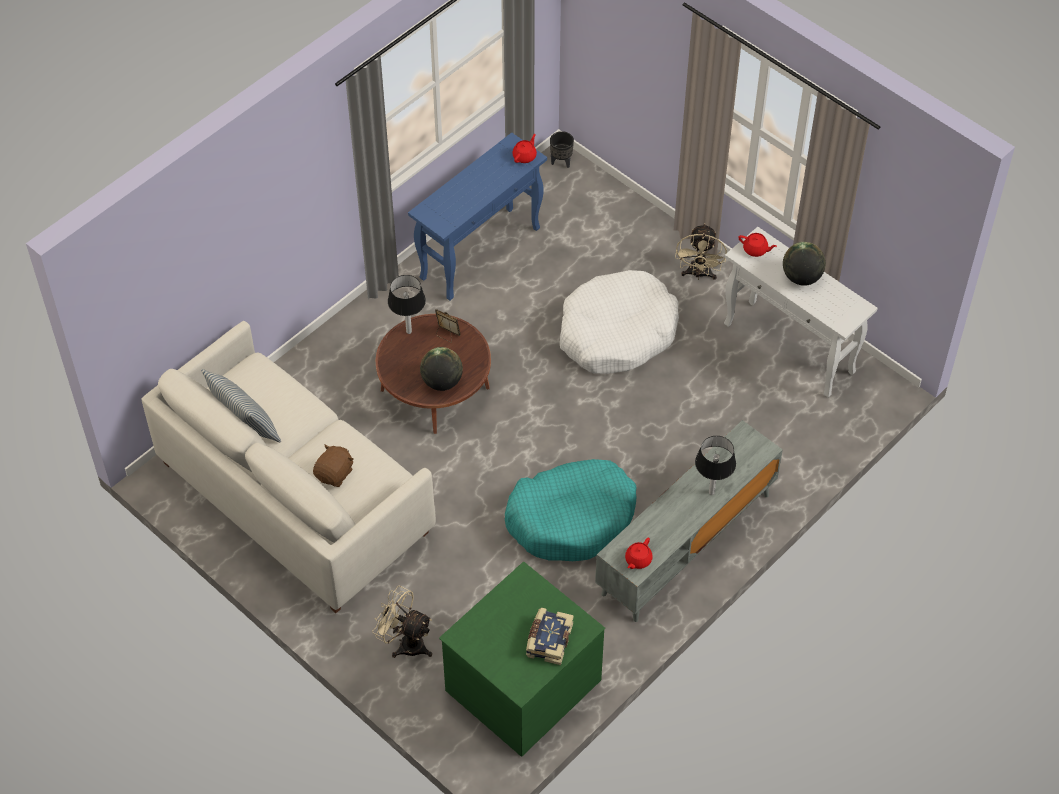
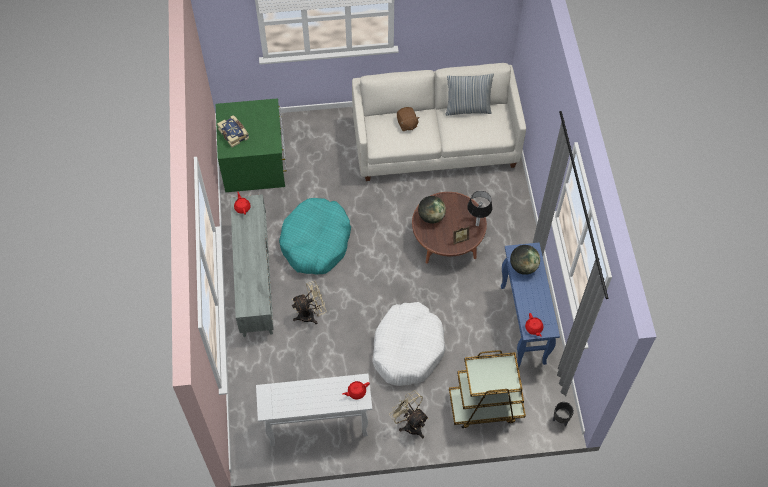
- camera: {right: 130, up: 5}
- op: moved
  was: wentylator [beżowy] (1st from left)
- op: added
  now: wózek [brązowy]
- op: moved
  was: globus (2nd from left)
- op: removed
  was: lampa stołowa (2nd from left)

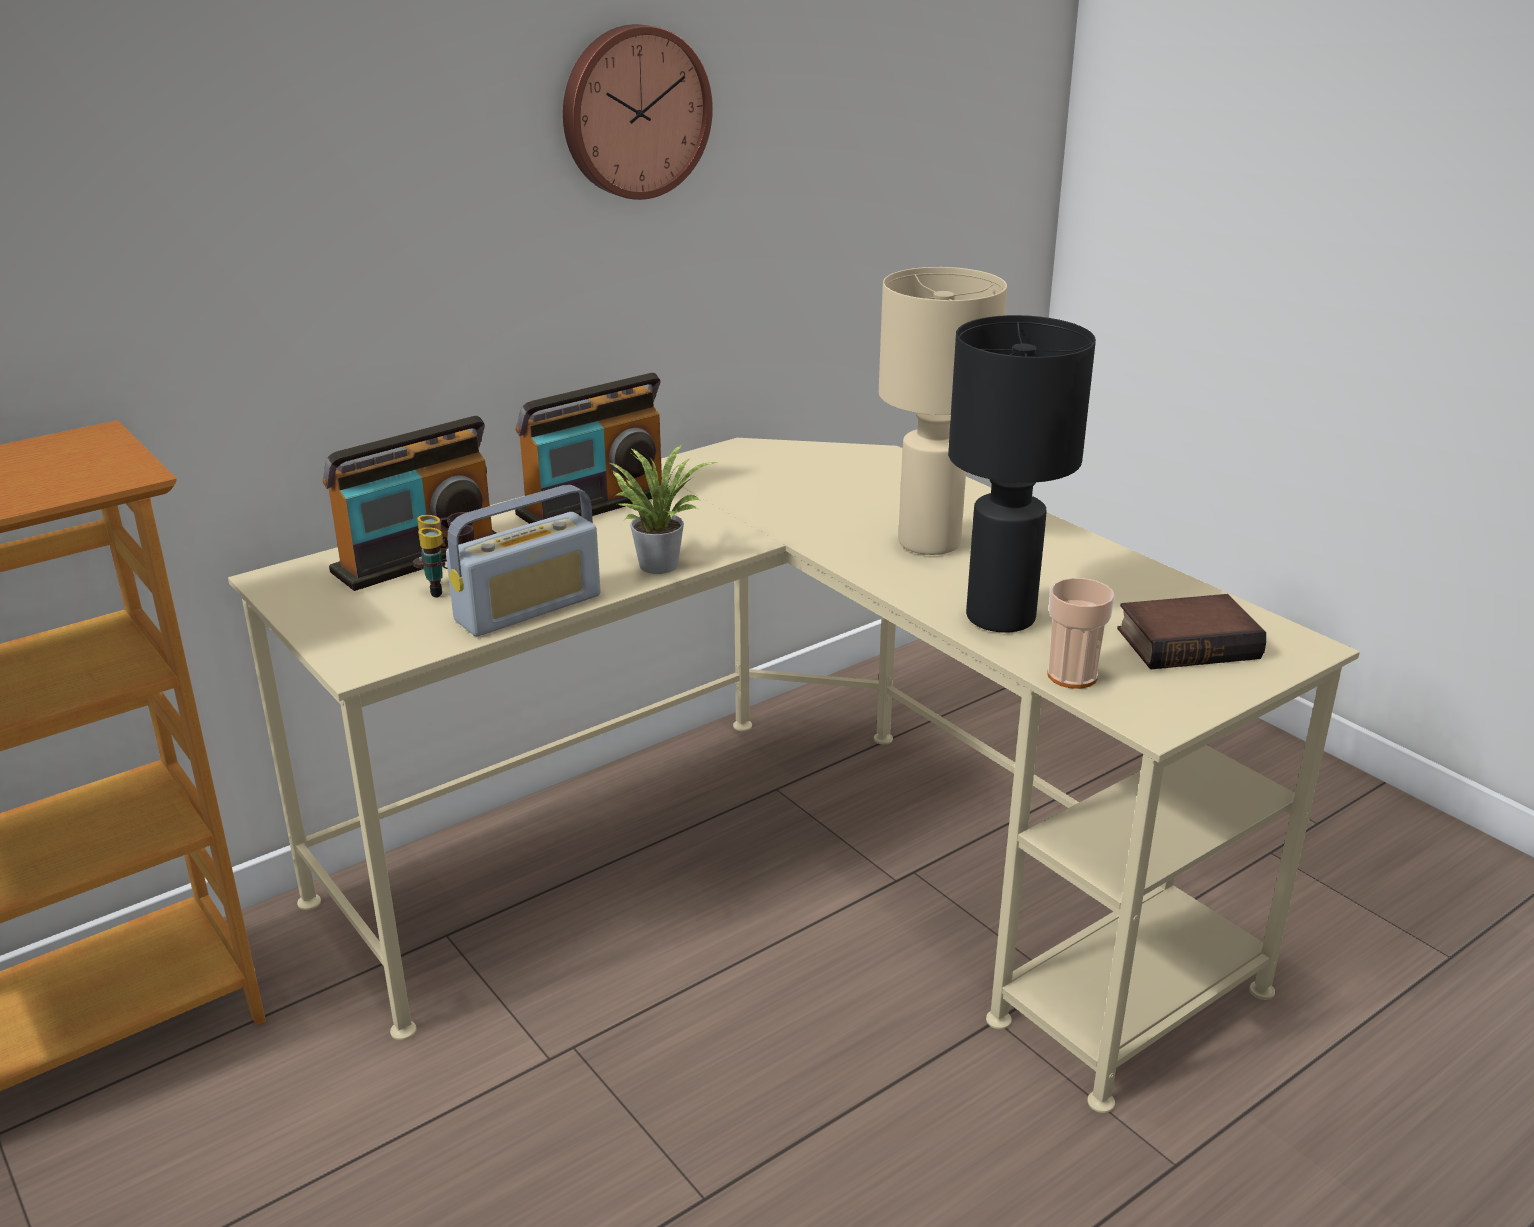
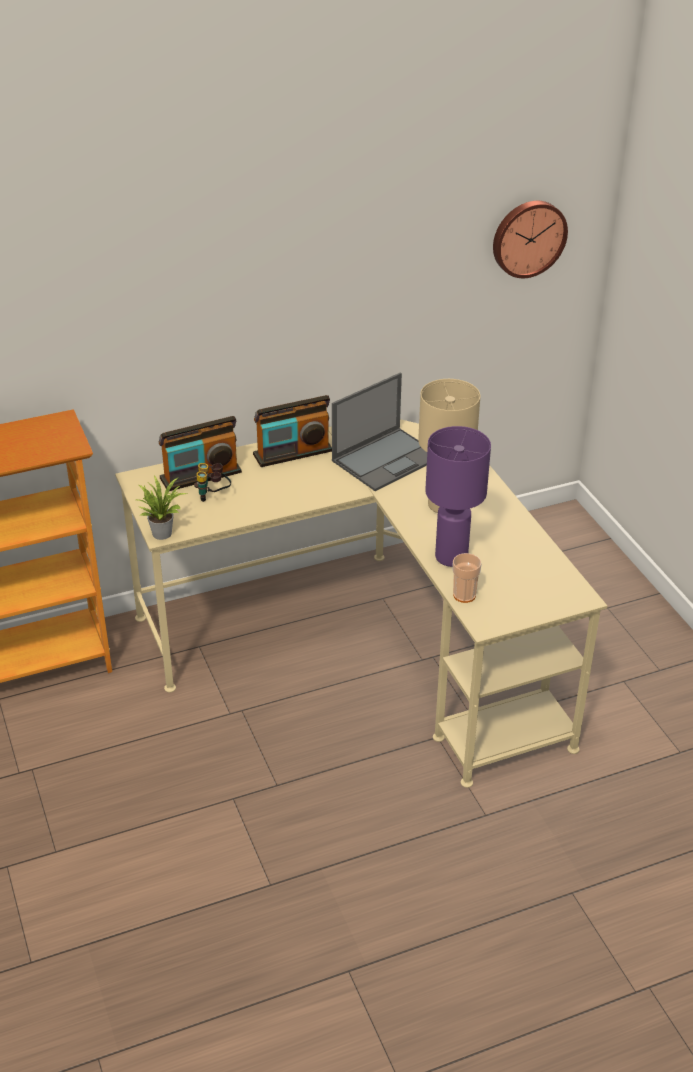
- camera: {right: 15, up: 10}
- op: moved
  was: roślina doniczkowa
- op: added
  now: laptop
- op: recoloured
  was: lampa stołowa [czarny]
  now: lampa stołowa [fioletowy]
- op: moved
  was: zegar ścienny
- op: removed
  was: radio (2nd from left)
- op: removed
  was: książka

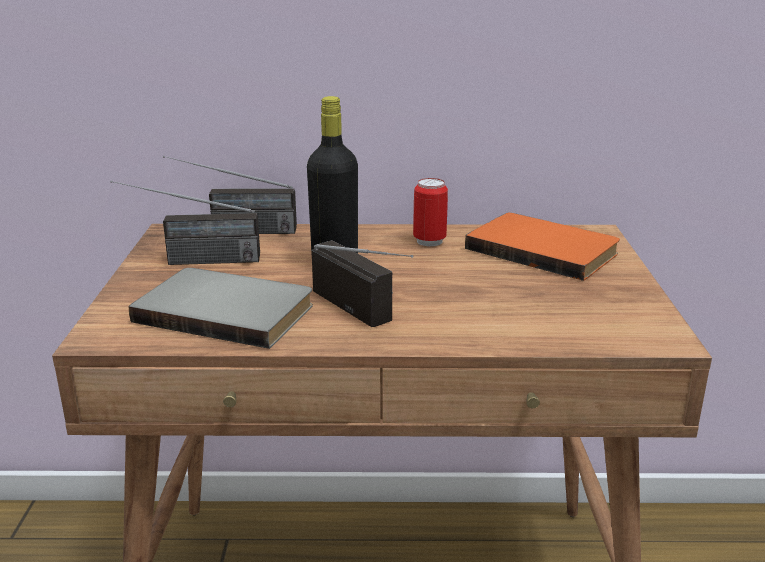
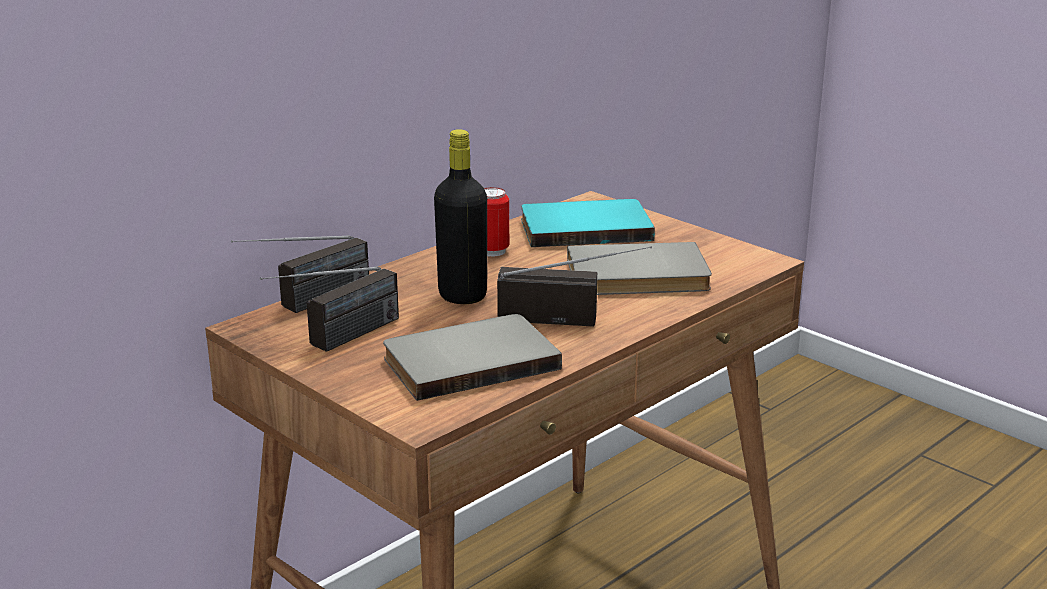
- camera: {right: -45, up: 0}
- op: recoloured
  was: książka [pomarańczowy]
  now: książka [turkusowy]
- op: added
  now: książka [szary] (2nd from left)

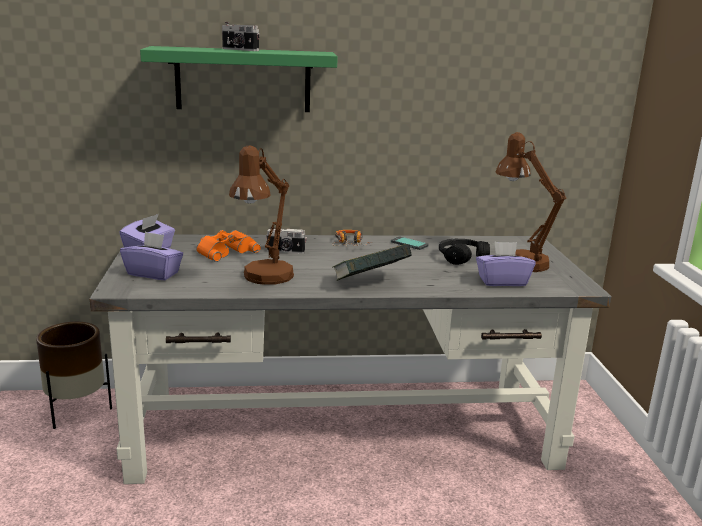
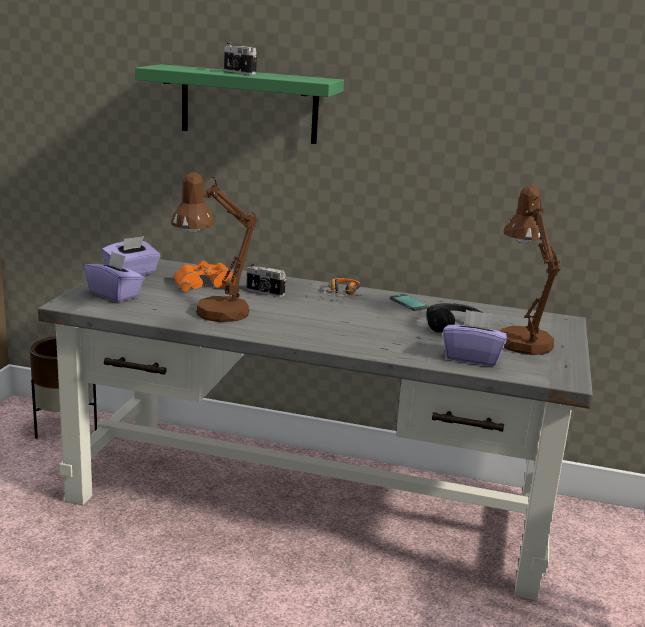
- camera: {right: 20, up: 0}
- op: removed
  was: książka

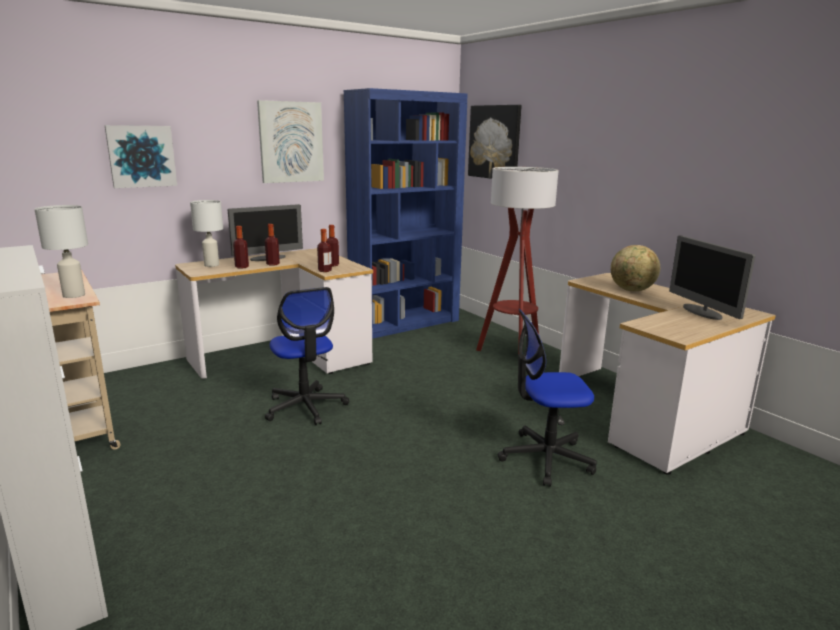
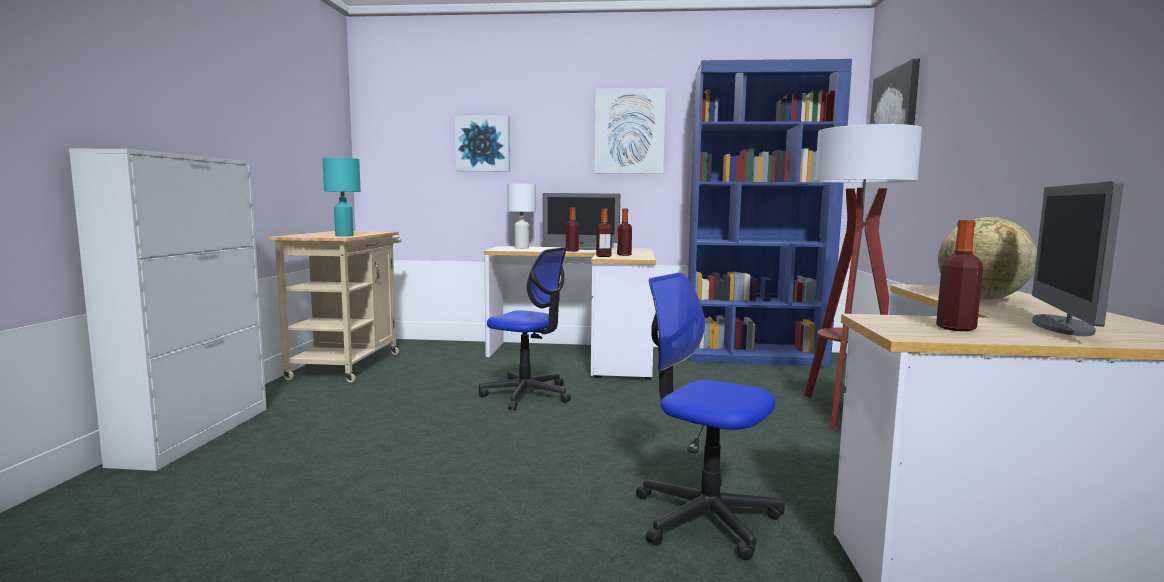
- camera: {right: 40, up: -10}
- op: recoloured
  was: lampa stołowa [biały] (1st from left)
  now: lampa stołowa [turkusowy]
- op: turned
  was: krzesło biurowe (1st from left)
  clockwise: -75
- op: moved
  was: butelka (1st from left in the first image)
  now: butelka (4th from left)

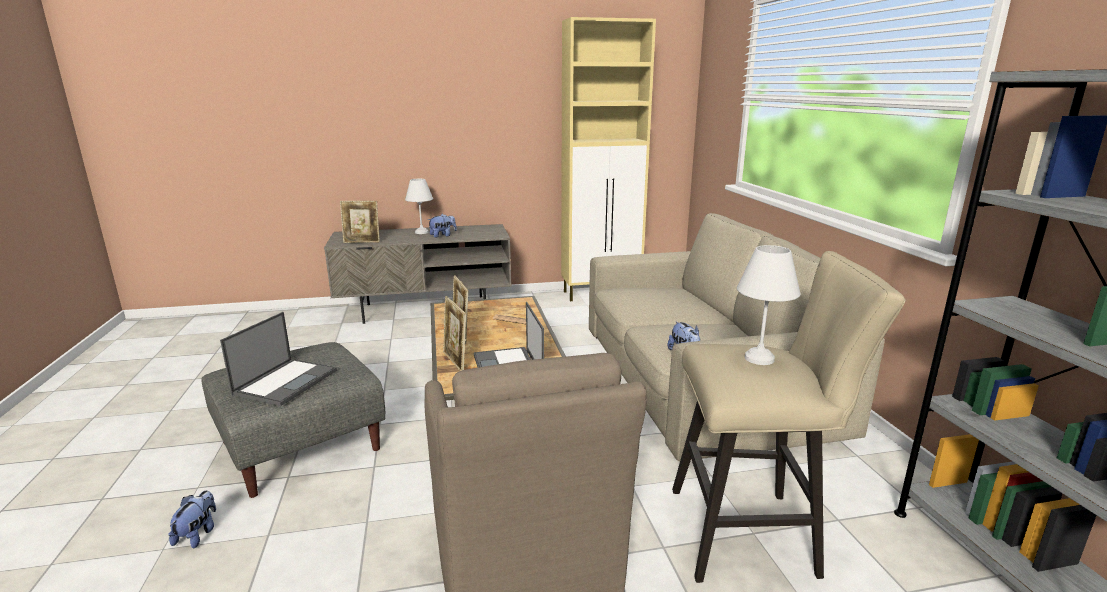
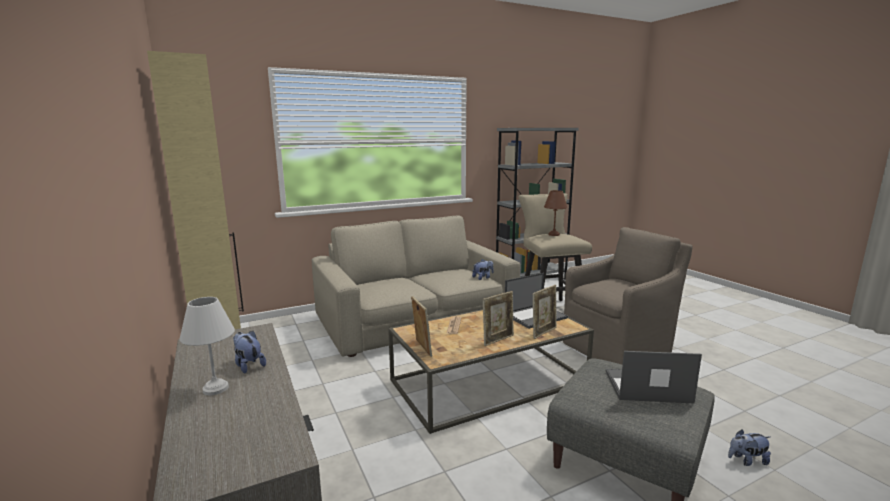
- camera: {right: -105, up: -5}
- op: moved
  was: ramka na zdjęcie (1st from left)
- op: recoloured
  was: lampa stołowa [biały] (2nd from left)
  now: lampa stołowa [brązowy]

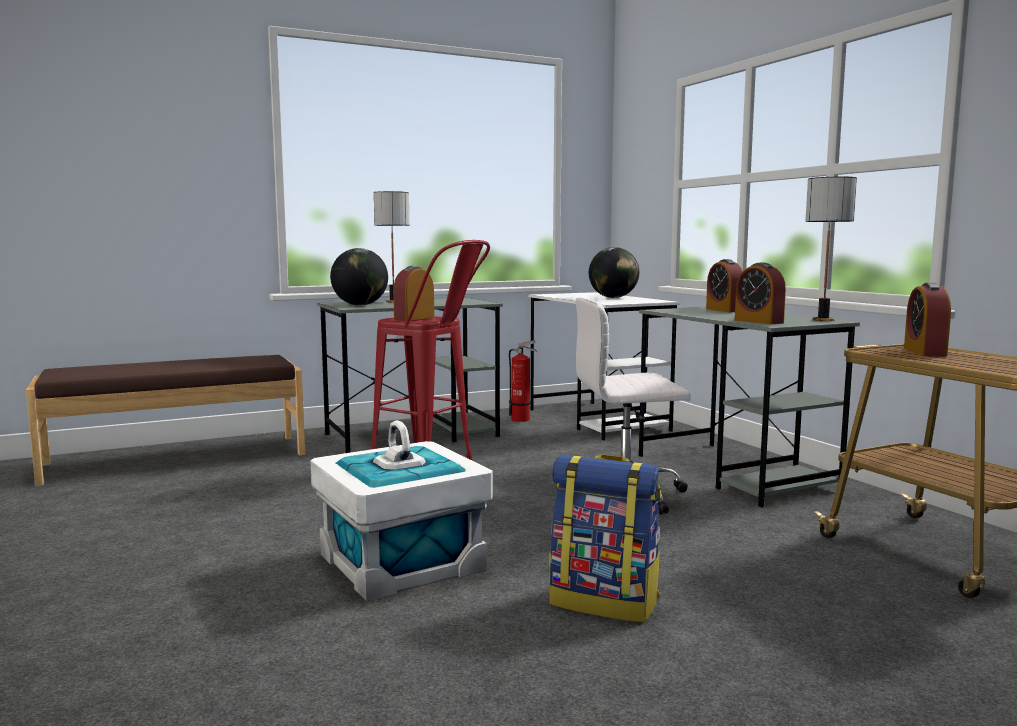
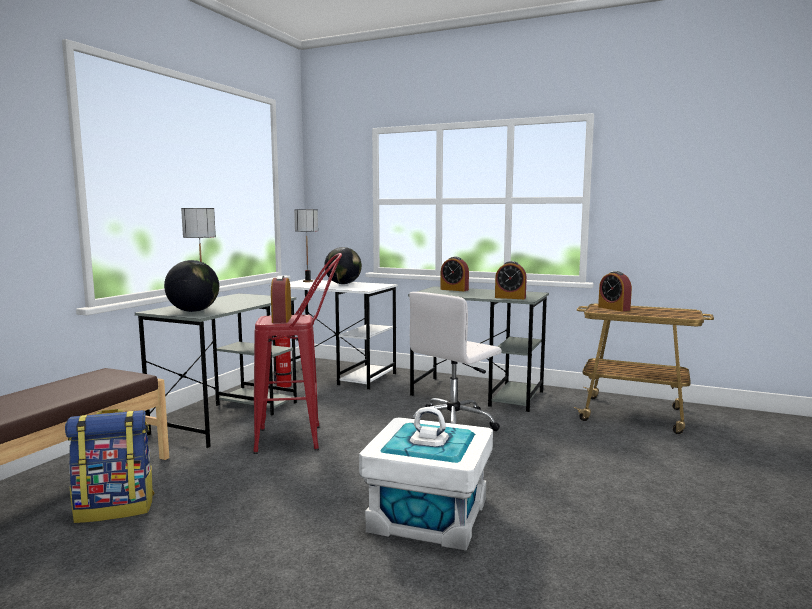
- camera: {right: -40, up: 0}
- op: moved
  was: plecak
- op: moved
  was: lampa stołowa (2nd from left)

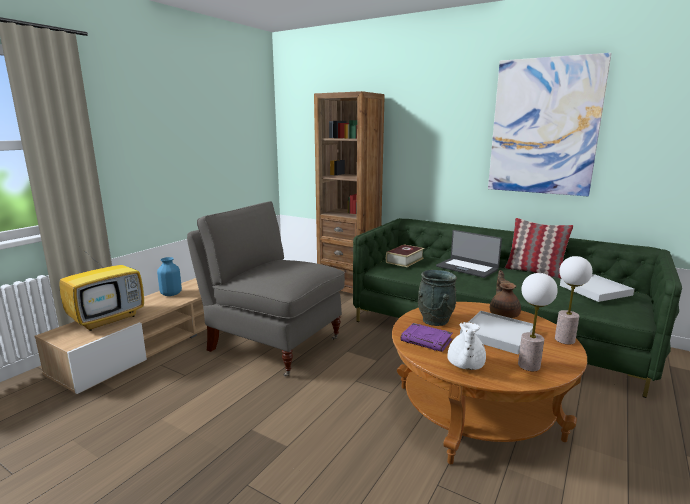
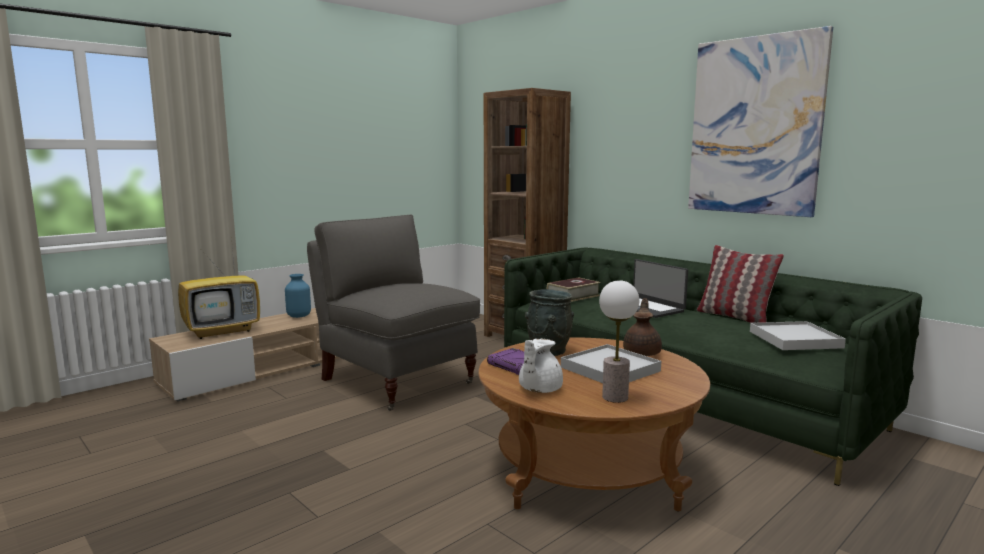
- camera: {right: 15, up: -5}
- op: removed
  was: lampa stołowa (2nd from left)

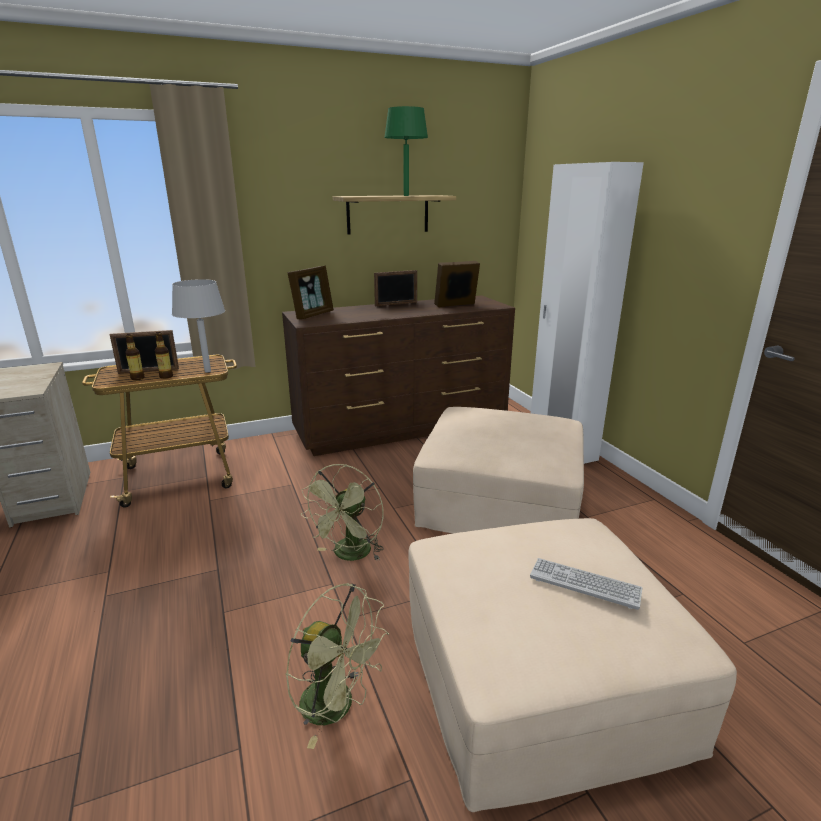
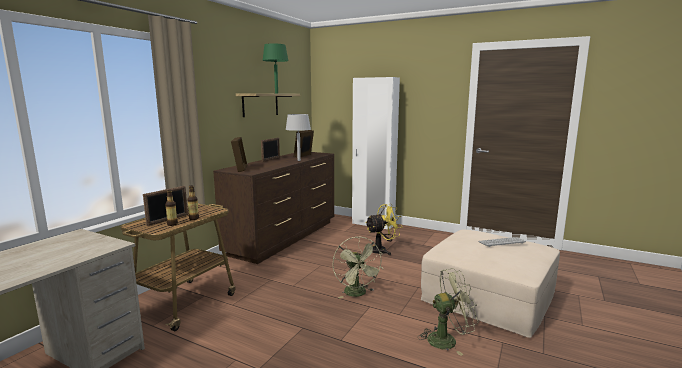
- camera: {right: -40, up: -10}
- op: moved
  was: lampa stołowa [szary]
- op: replaced
  was: pufa [beżowy] (1st from left)
  now: wentylator [żółty]

